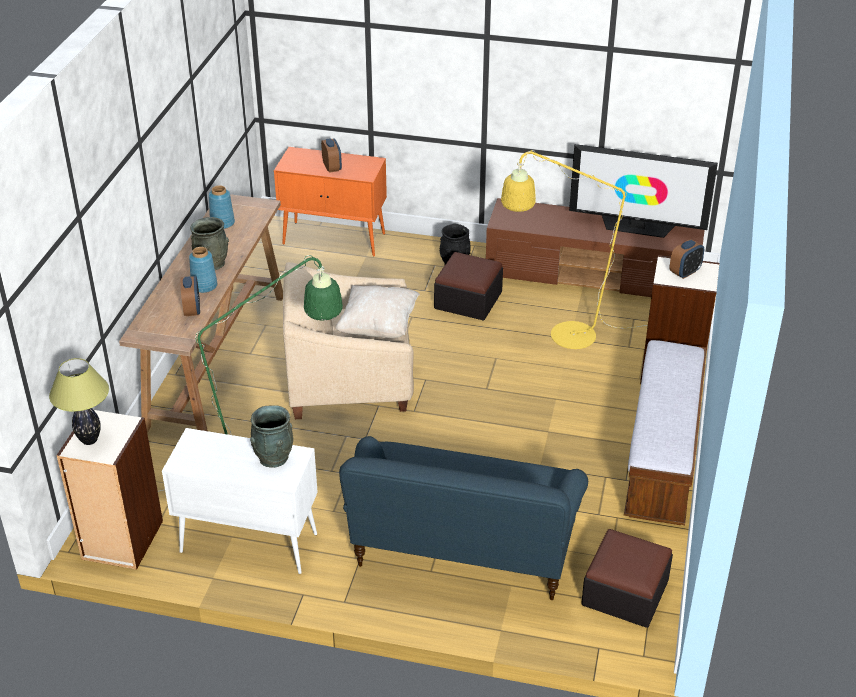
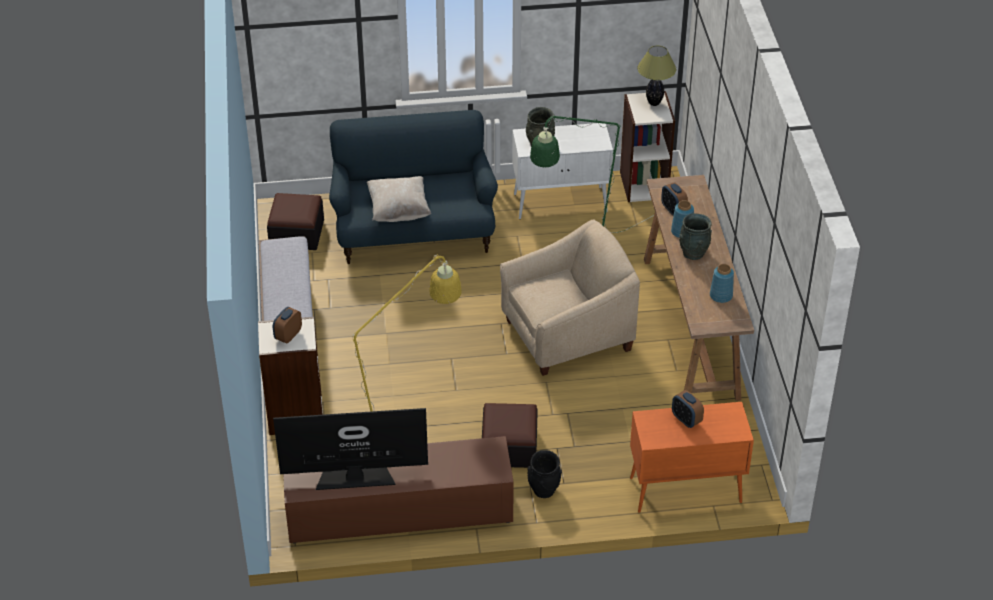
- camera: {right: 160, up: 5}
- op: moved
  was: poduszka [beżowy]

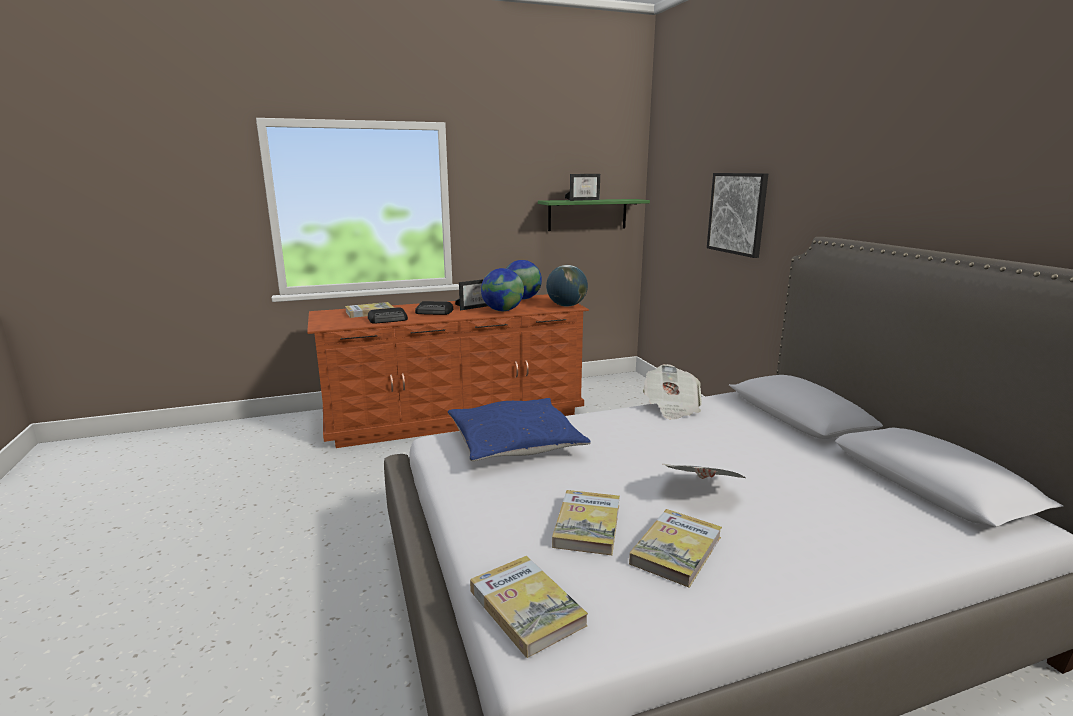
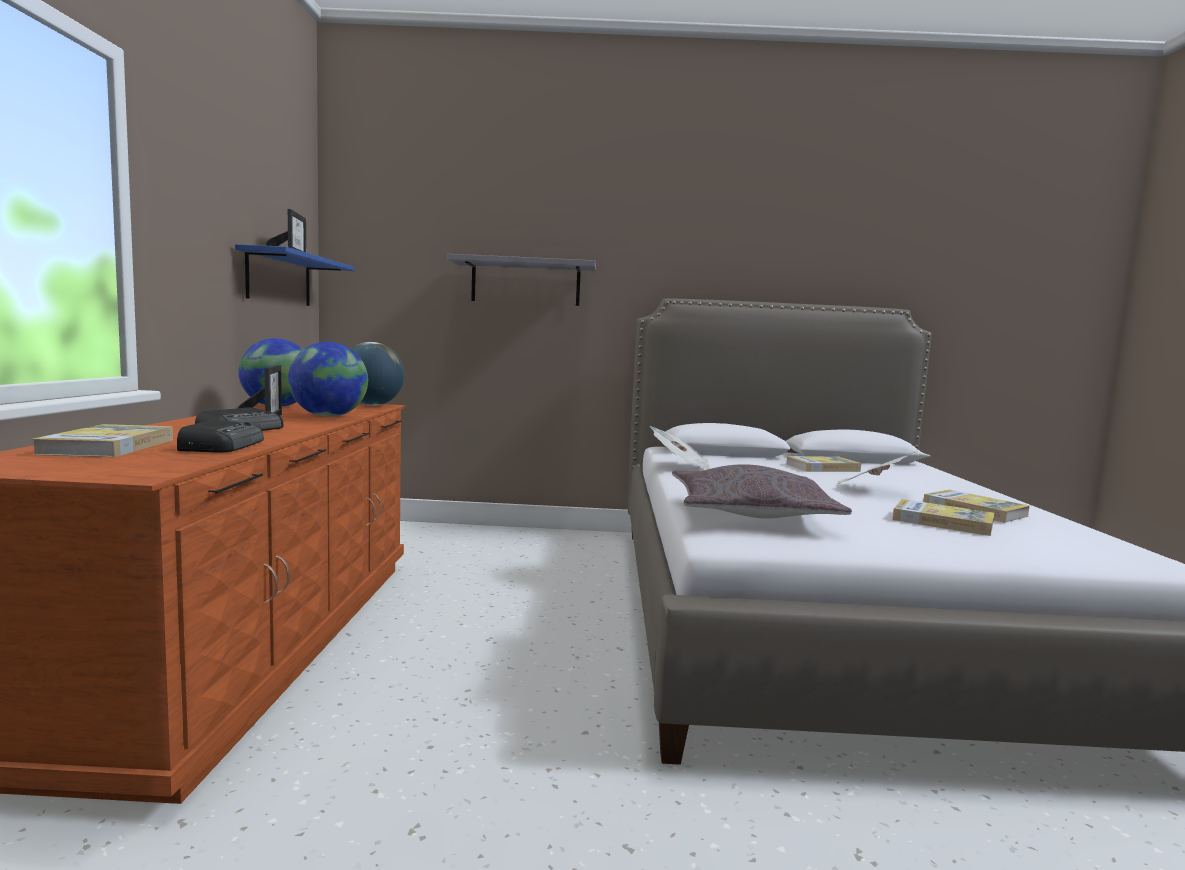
- camera: {right: -70, up: -10}
- op: recoloured
  was: półka [zielony]
  now: półka [niebieski]
- op: replaced
  was: obraz
  now: półka [szary]
- op: recoloured
  was: poduszka [niebieski]
  now: poduszka [szary]
- op: moved
  was: książka (2nd from left)

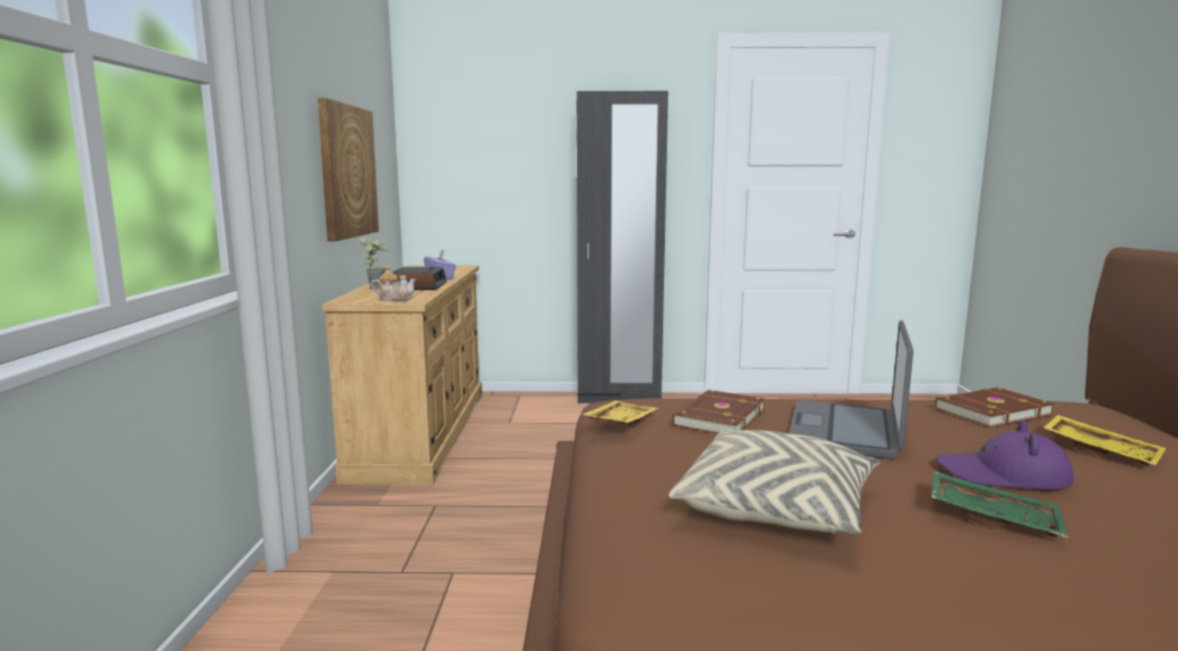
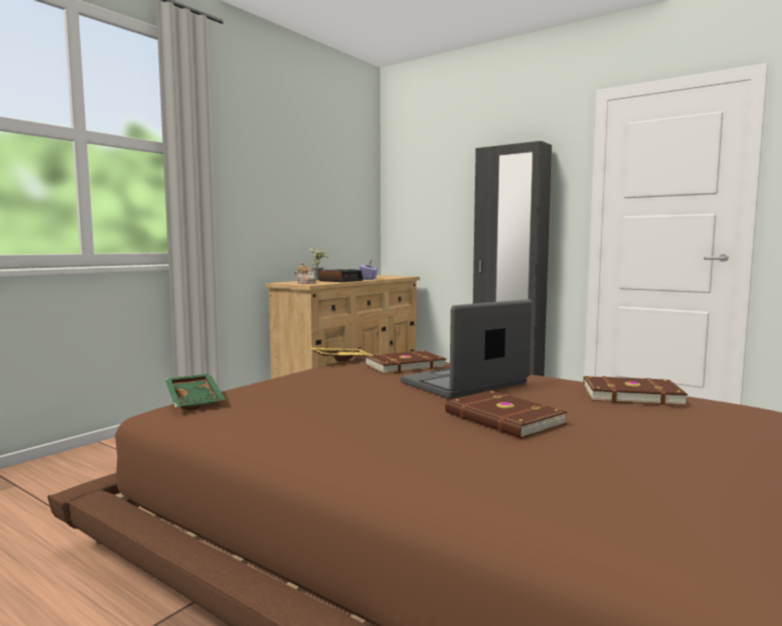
- camera: {right: 35, up: -5}
- op: moved
  was: taca [zielony]
- op: replaced
  was: kapelusz [fioletowy]
  now: książka [brązowy] (2nd from left)
- op: removed
  was: obraz
- op: removed
  was: poduszka [beżowy]
- op: removed
  was: taca [żółty] (2nd from left)

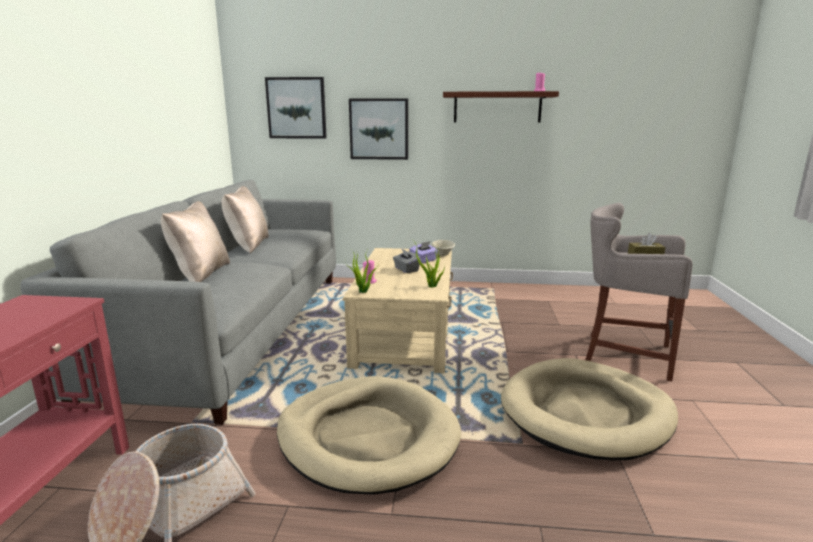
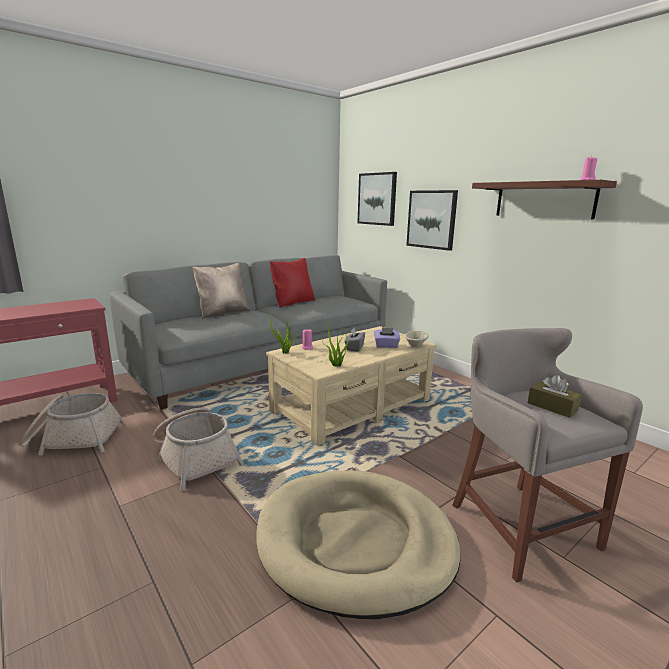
- camera: {right: 45, up: 0}
- op: replaced
  was: legowisko [beżowy] (1st from left)
  now: koszyk (2nd from left)
- op: recoloured
  was: poduszka [beżowy] (2nd from left)
  now: poduszka [czerwony]

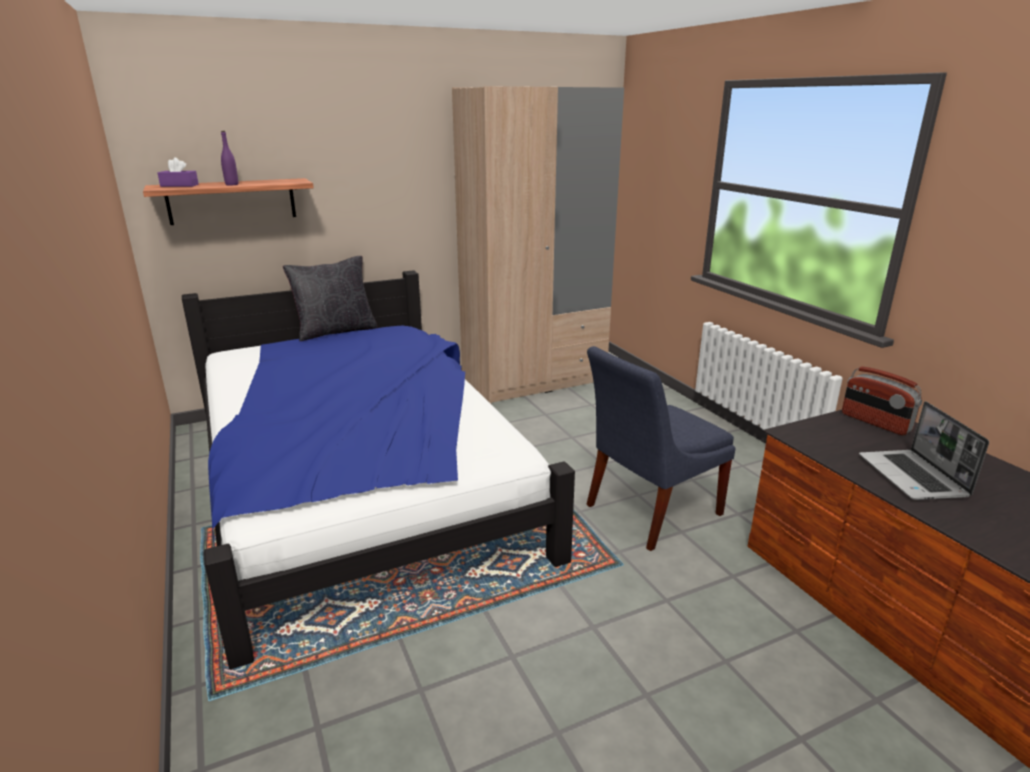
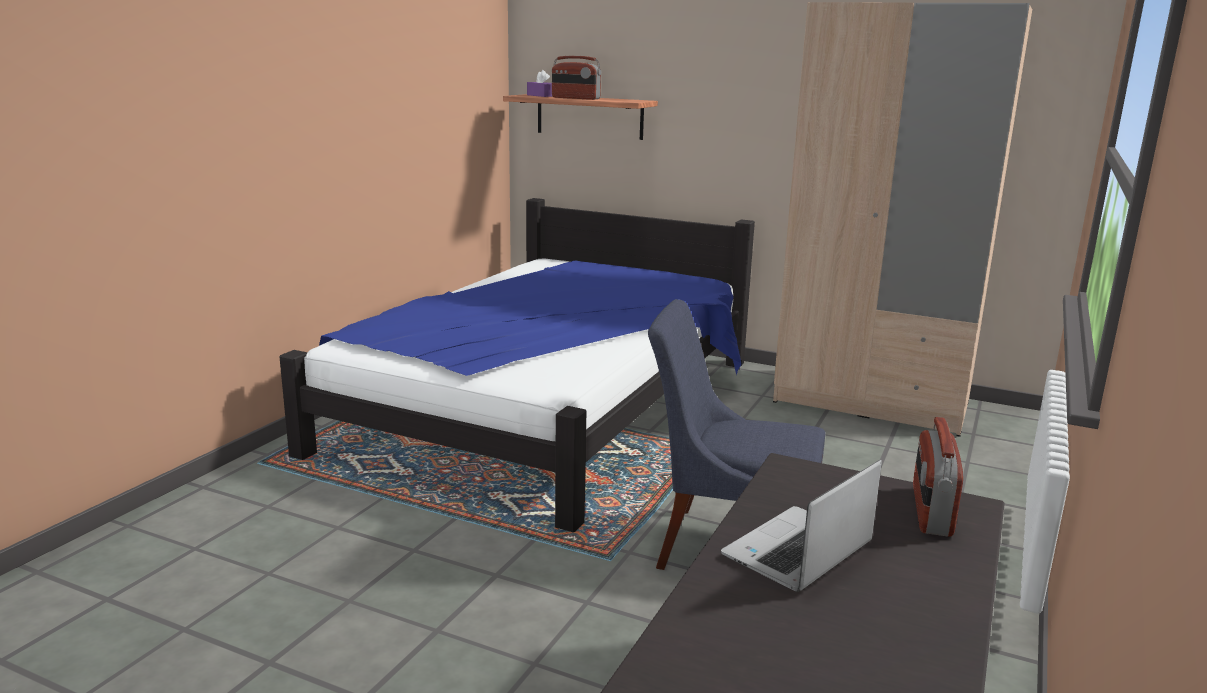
- camera: {right: 50, up: -5}
- op: replaced
  was: butelka [fioletowy]
  now: radio (1st from left)
- op: removed
  was: poduszka [czarny]

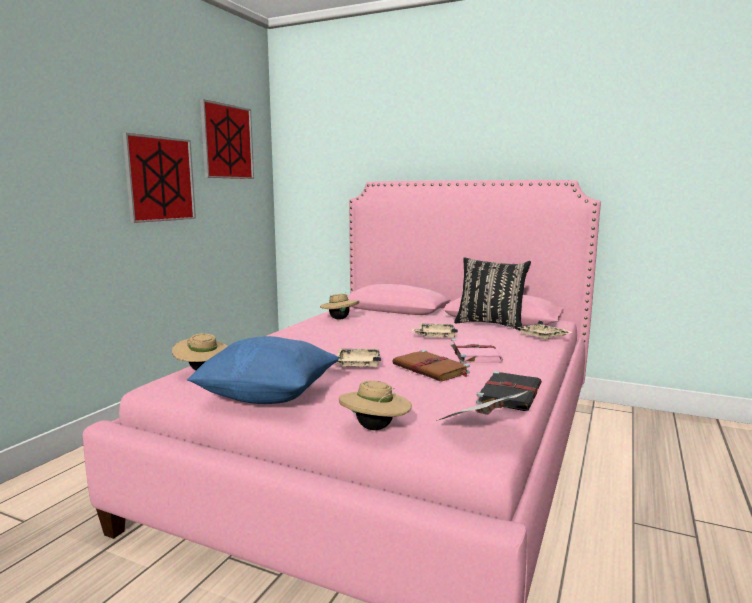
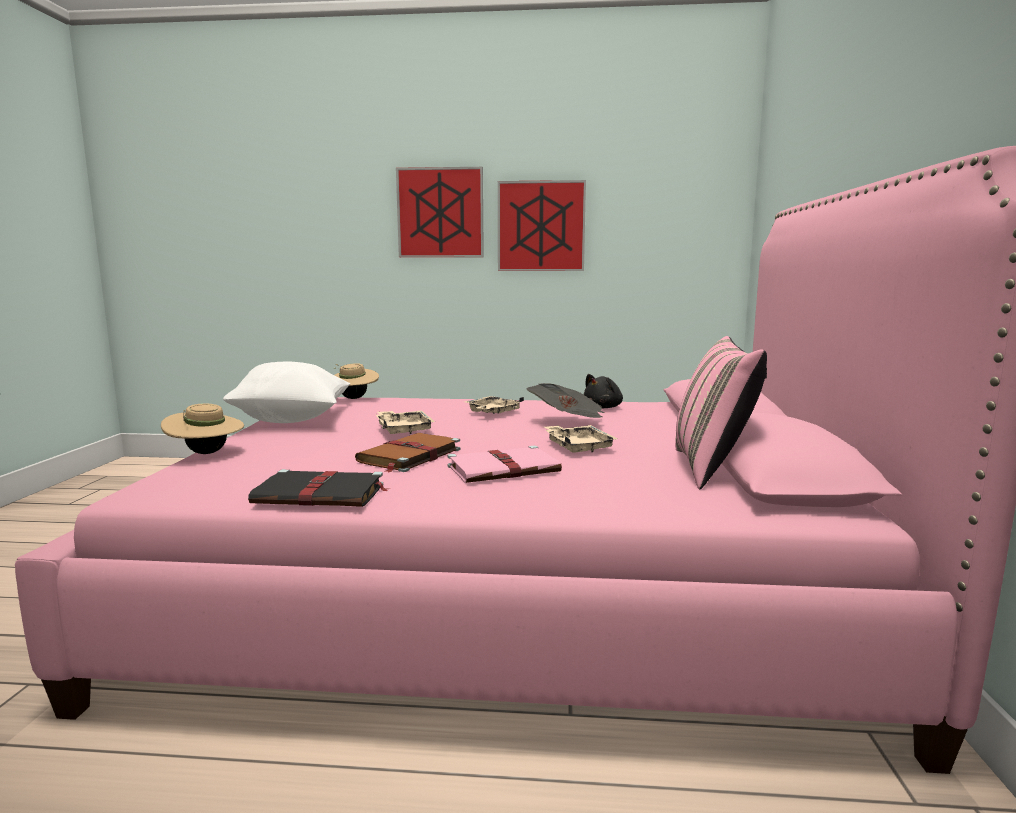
- camera: {right: 70, up: 0}
- op: recoloured
  was: poduszka [niebieski]
  now: poduszka [biały]
- op: moved
  was: obraz (2nd from left in the first image)
  now: obraz (1st from left)
- op: moved
  was: taca [beżowy] (3rd from left in the first image)
  now: taca [beżowy] (2nd from left)
- op: moved
  was: gazeta
- op: replaced
  was: kapelusz [beżowy] (2nd from left)
  now: pluszak [czarny]
- op: recoloured
  was: poduszka [czarny]
  now: poduszka [różowy]

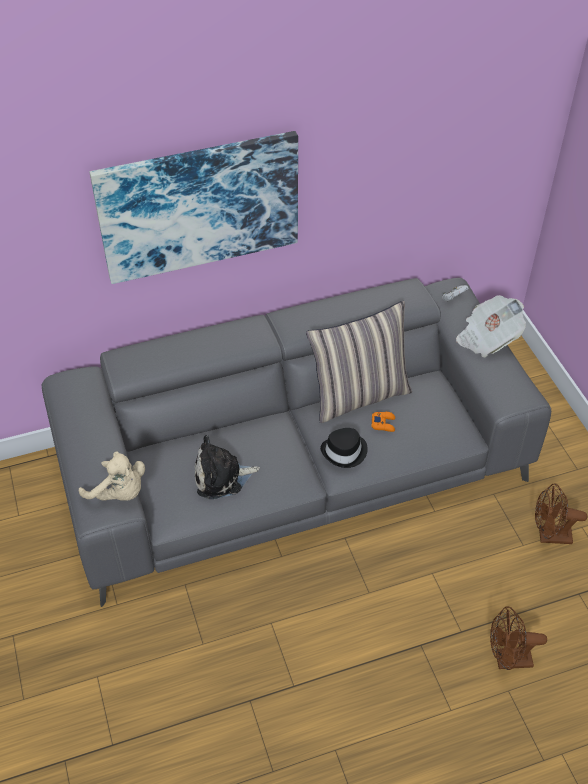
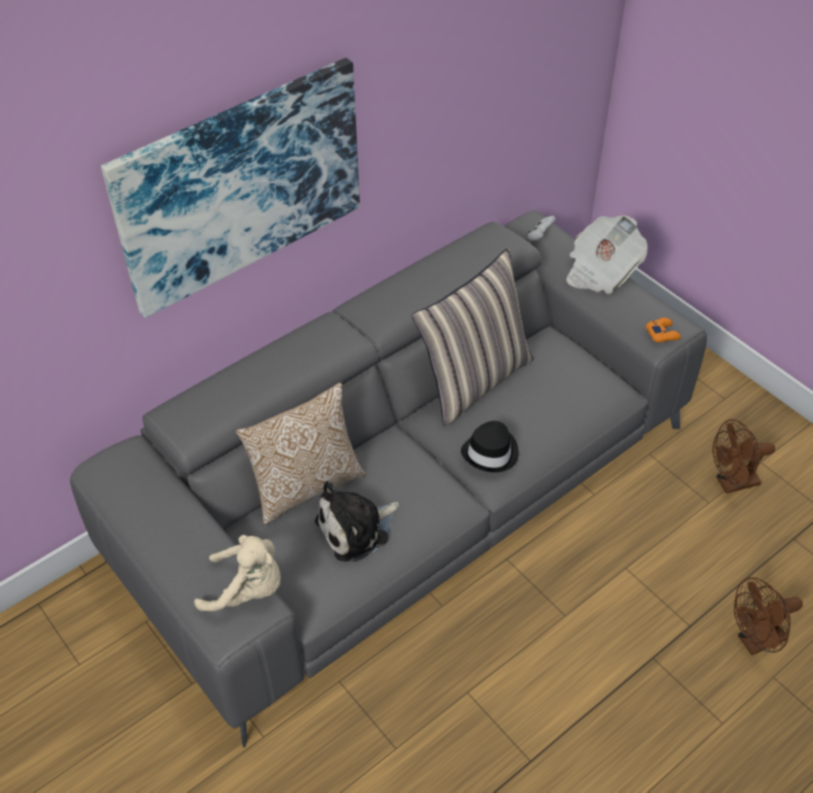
- camera: {right: -20, up: 0}
- op: added
  now: poduszka (1st from left)
- op: moved
  was: pad do gier [pomarańczowy]

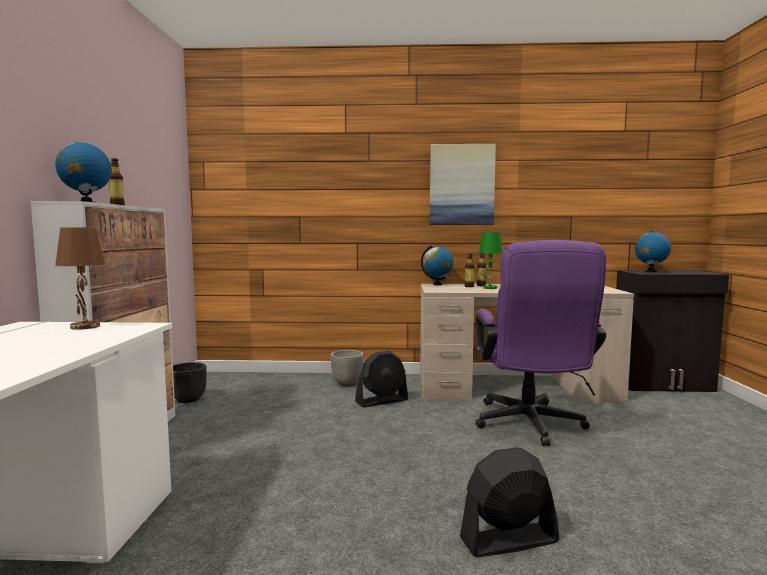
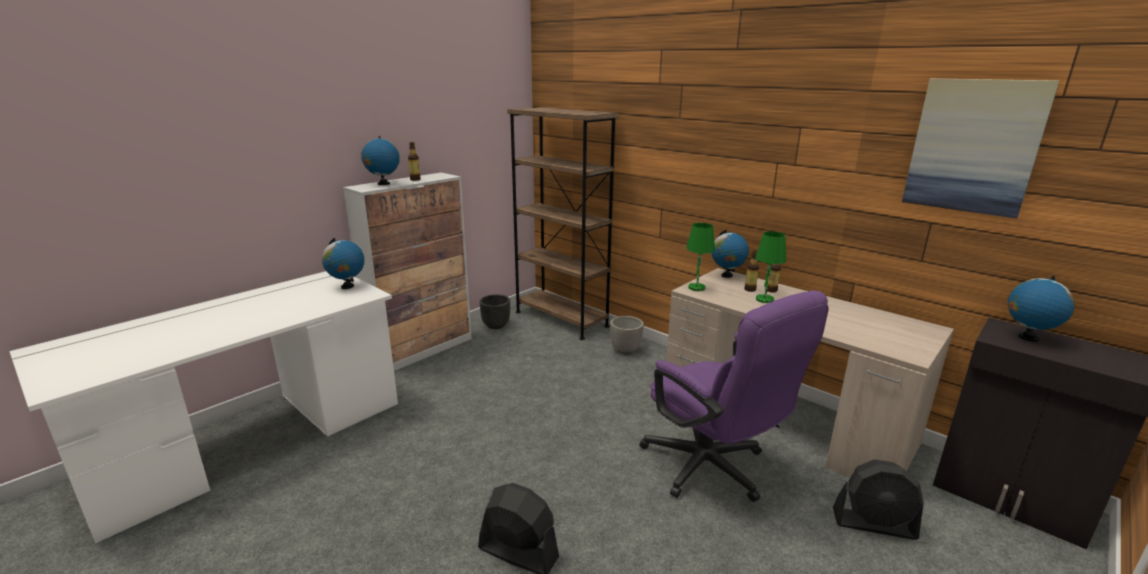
- camera: {right: 40, up: 15}
- op: replaced
  was: lampa stołowa [brązowy]
  now: globus (1st from left)
- op: added
  now: regał [brązowy]
- op: turned
  was: krzesło biurowe [fioletowy]
  clockwise: -75
- op: added
  now: lampa stołowa [zielony] (1st from left)
- op: moved
  was: wentylator [czarny] (1st from left in the first image)
  now: wentylator [czarny] (2nd from left)
- op: moved
  was: obraz

